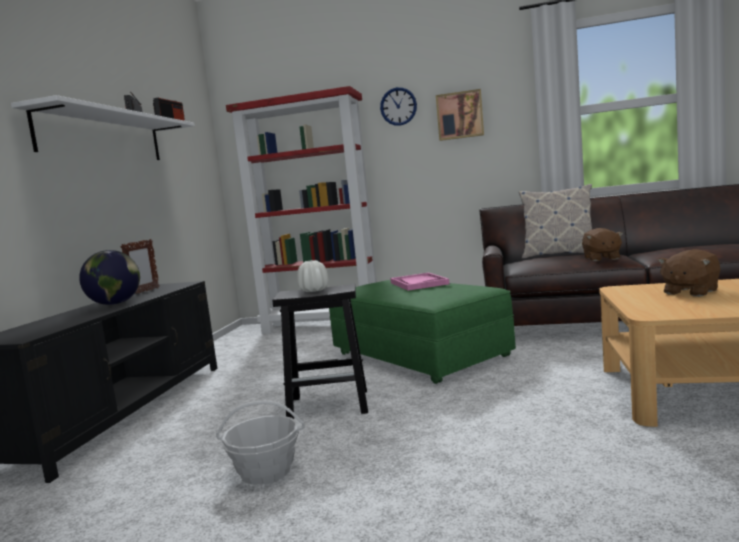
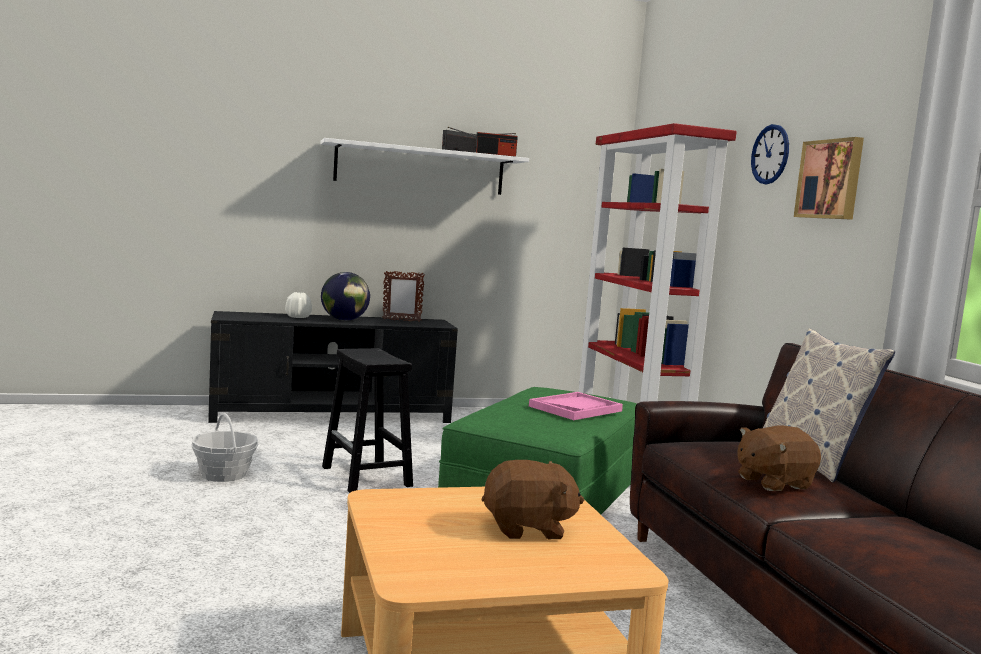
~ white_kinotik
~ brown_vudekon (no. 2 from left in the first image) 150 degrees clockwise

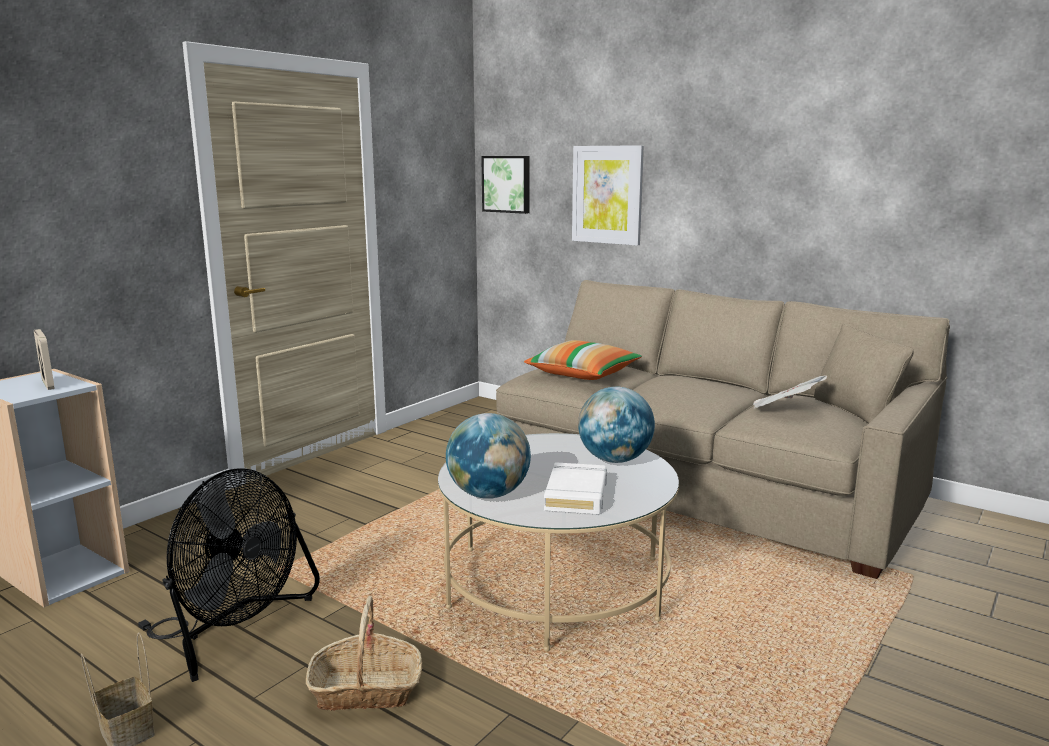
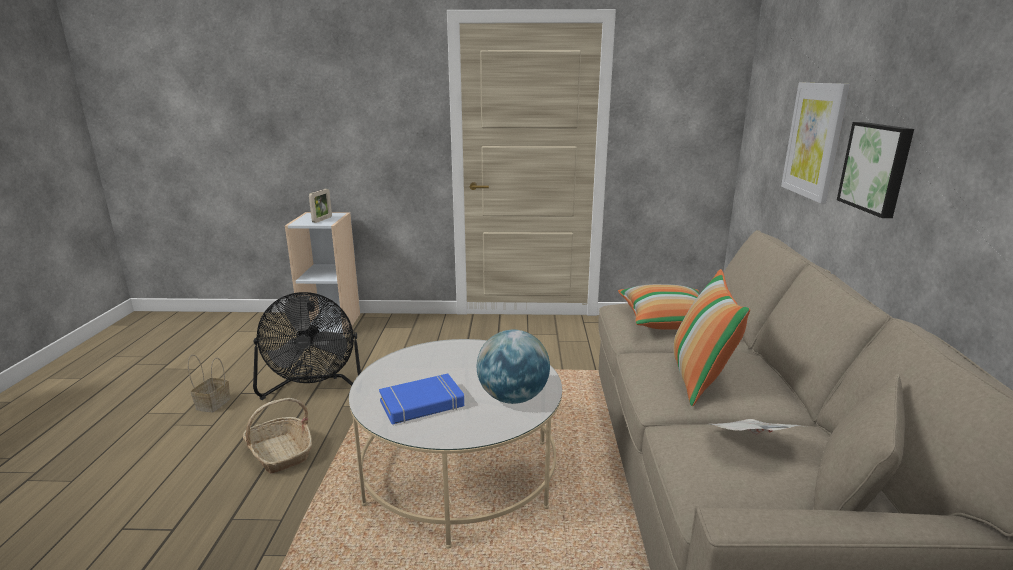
~ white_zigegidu to blue_zigegidu
+ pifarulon (no. 2 from left)
~ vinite (no. 1 from left in the first image) to vinite (no. 2 from left)
- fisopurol (no. 1 from left)

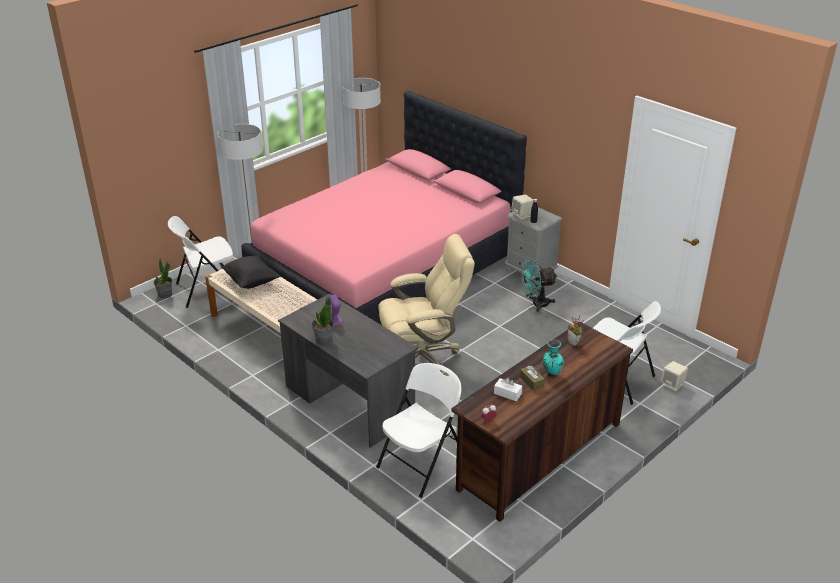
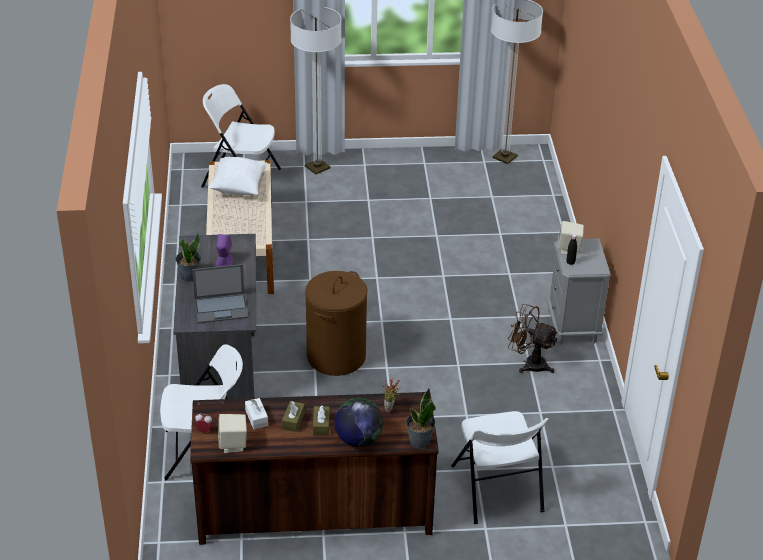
+ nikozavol
~ black_pifarulon to white_pifarulon
~ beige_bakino (no. 2 from left in the first image) to beige_bakino (no. 1 from left)
~ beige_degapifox to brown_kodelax
~ turquoise_kinotik to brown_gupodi (no. 2 from left)
+ fisopurol
~ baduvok (no. 1 from left in the first image) to baduvok (no. 3 from left)
~ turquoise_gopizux to brown_gopizux
- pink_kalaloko

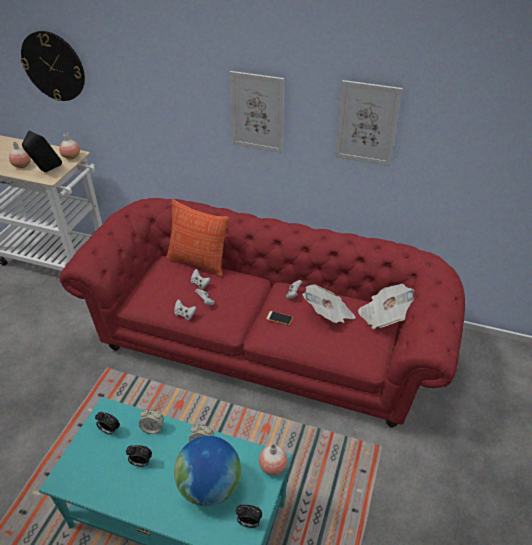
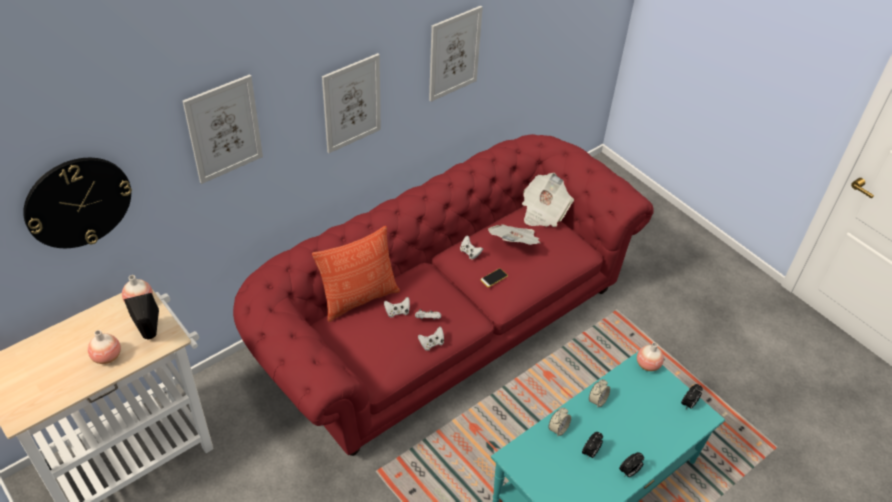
+ vinite (no. 1 from left)
~ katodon (no. 1 from left in the first image) to katodon (no. 4 from left)
- fisopurol

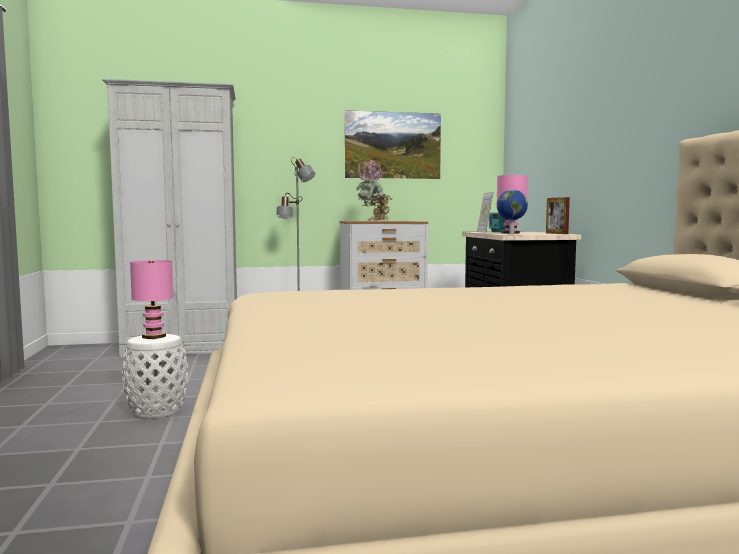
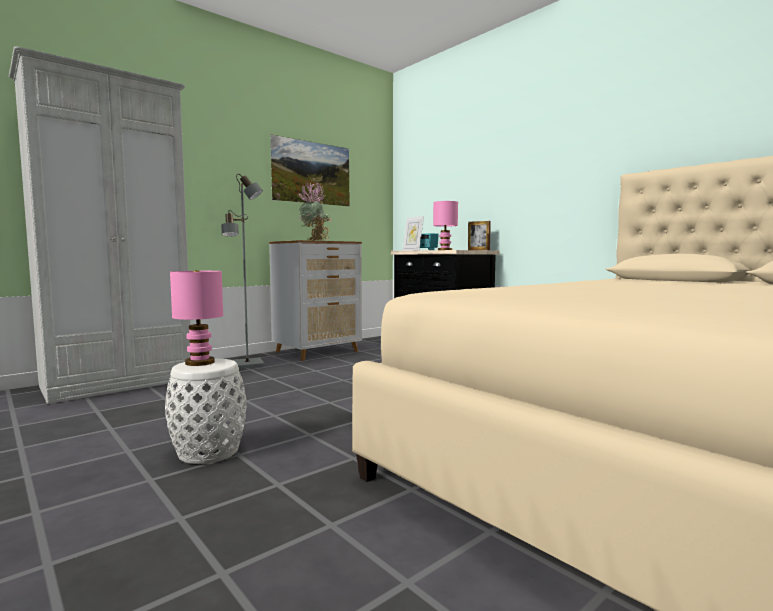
- fisopurol

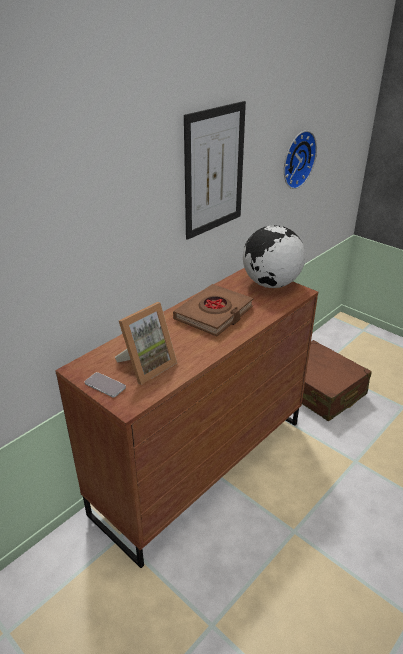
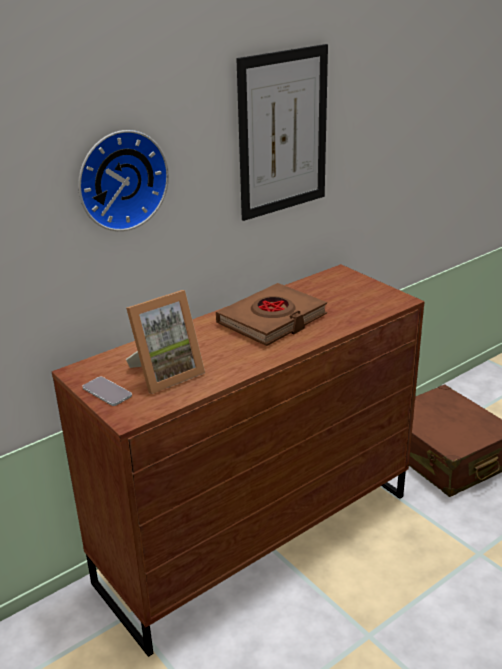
~ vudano
- fisopurol

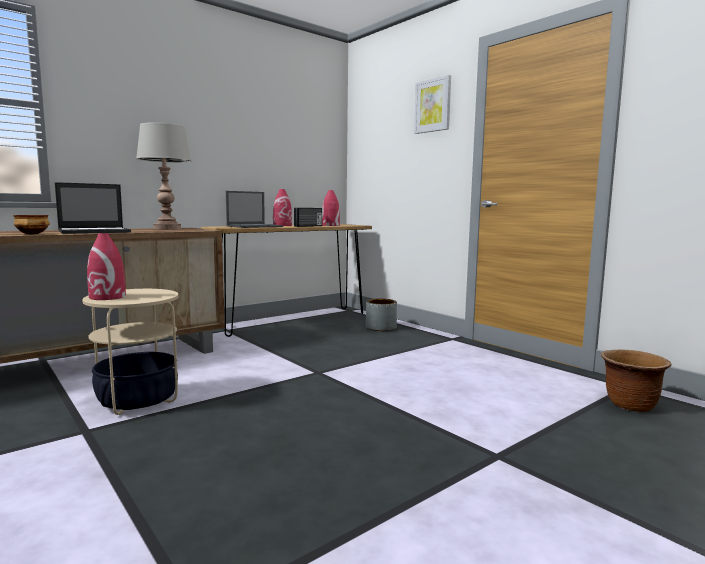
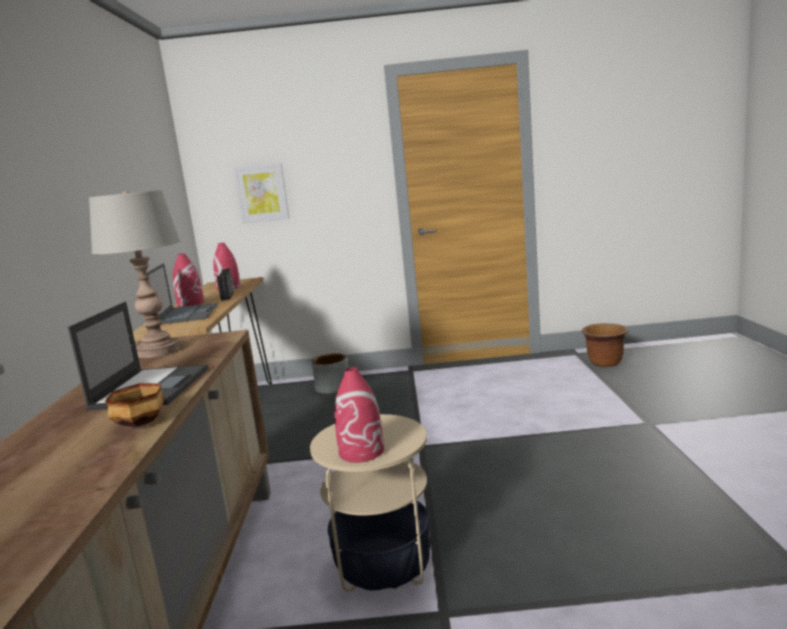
~ vinite

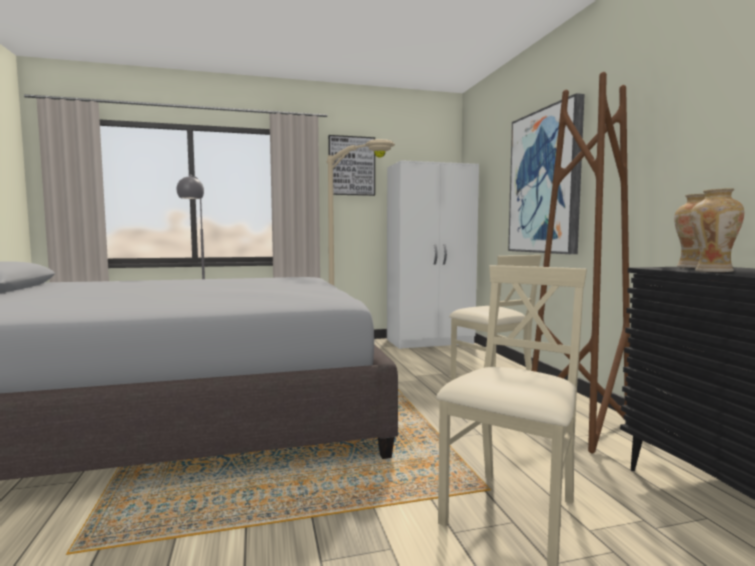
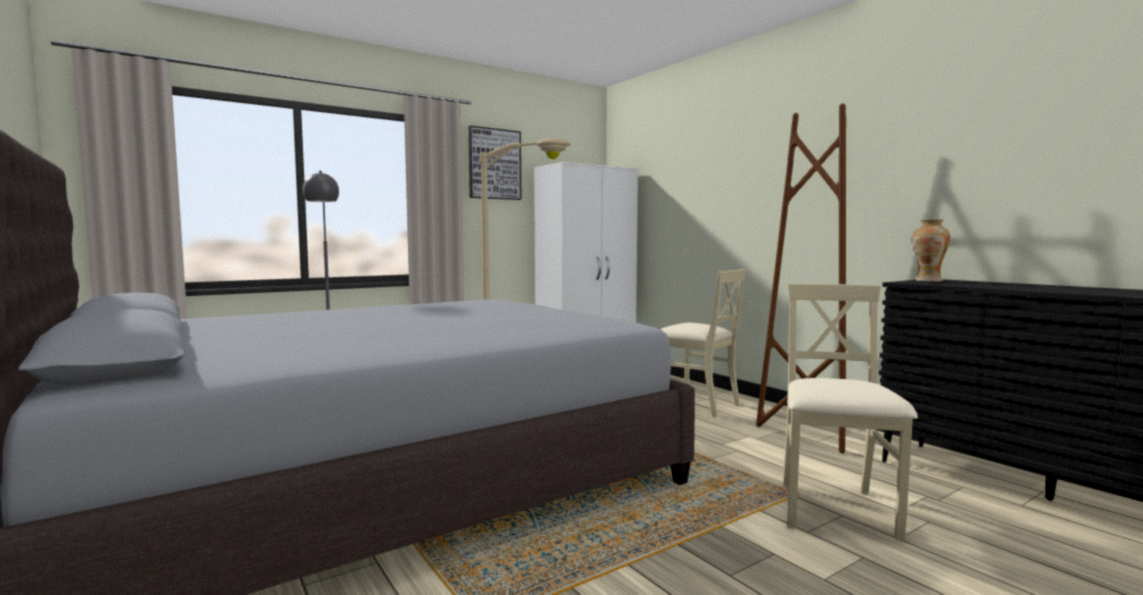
- vinite (no. 2 from left)
- kinotik (no. 2 from left)

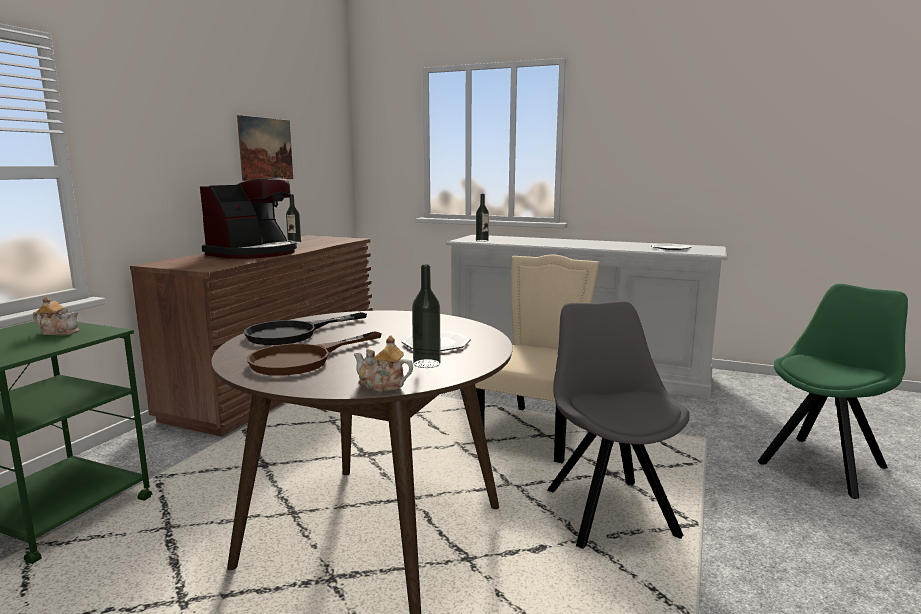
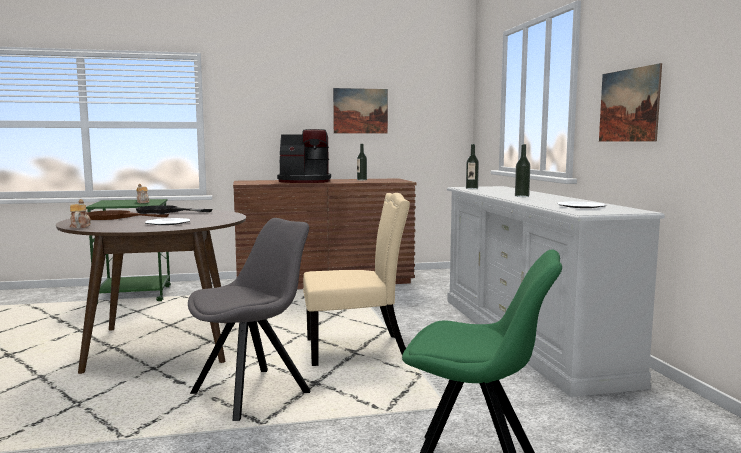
~ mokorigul (no. 2 from left in the first image) to mokorigul (no. 3 from left)
+ vinite (no. 2 from left)

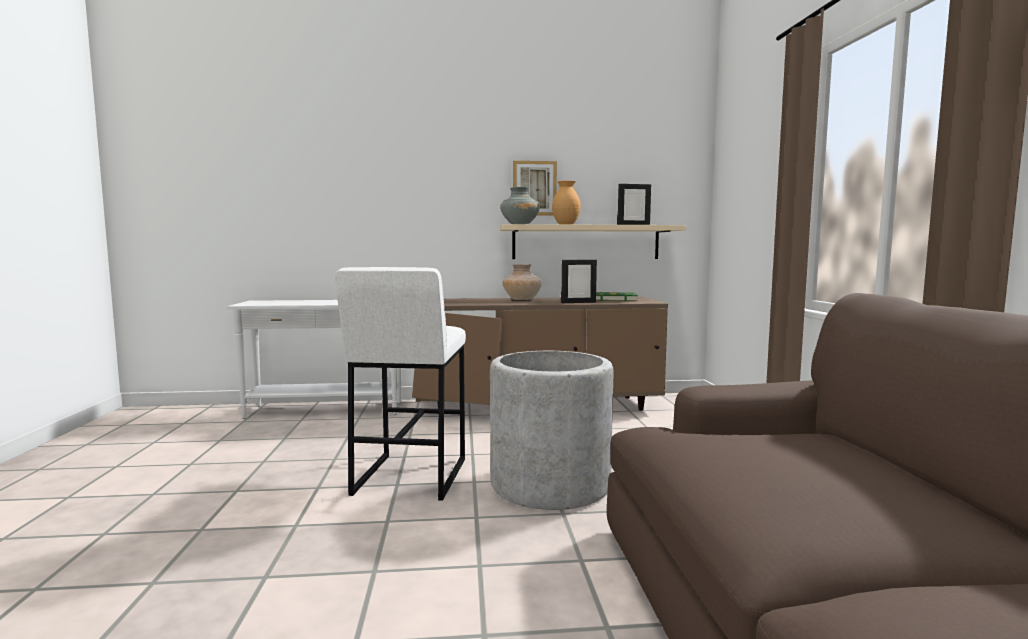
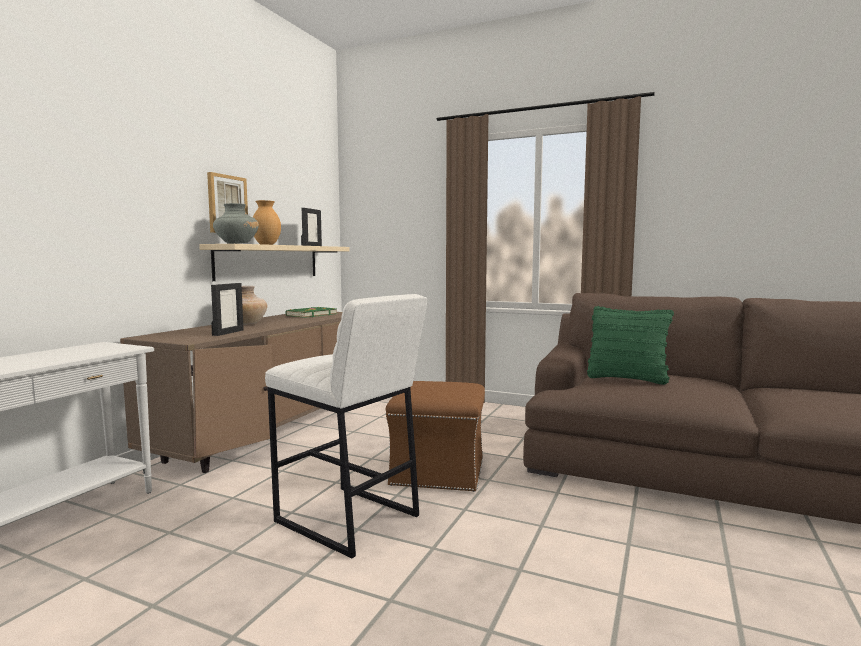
~ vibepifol (no. 1 from left)
~ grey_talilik to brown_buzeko
+ green_pifarulon

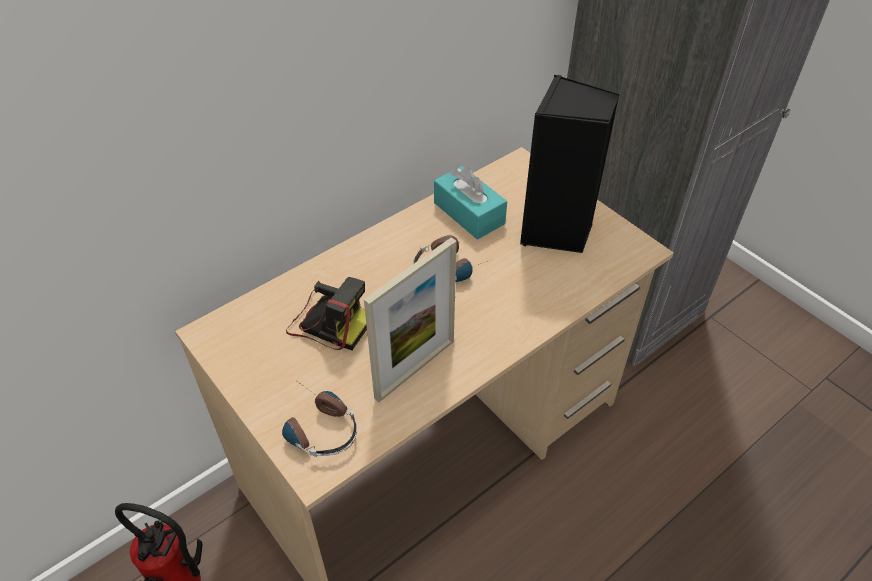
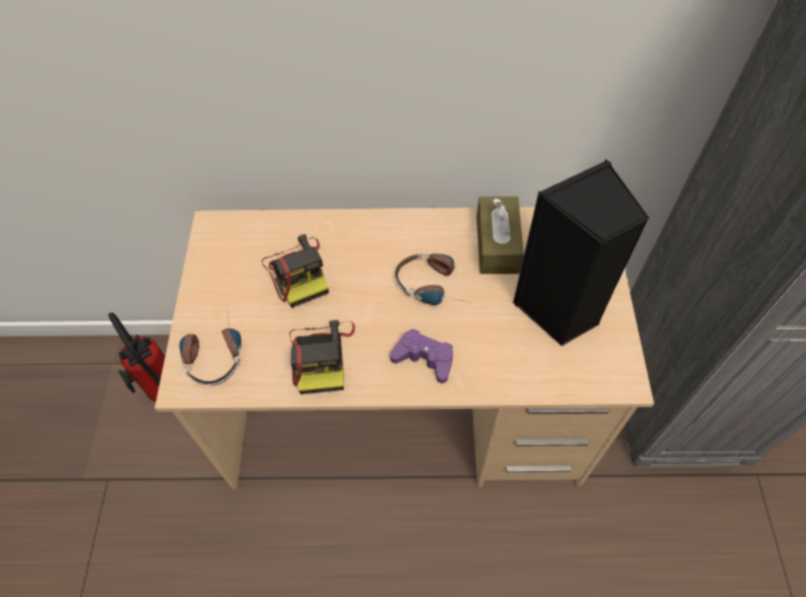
~ vibepifol to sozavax (no. 2 from left)
+ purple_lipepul
~ turquoise_gupodi to brown_gupodi

